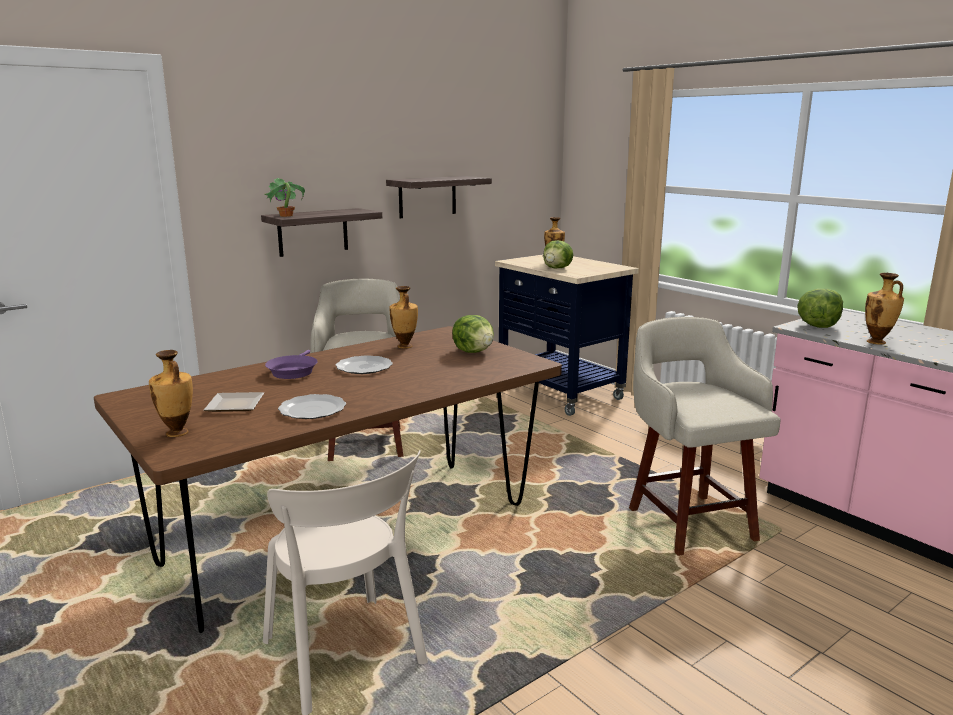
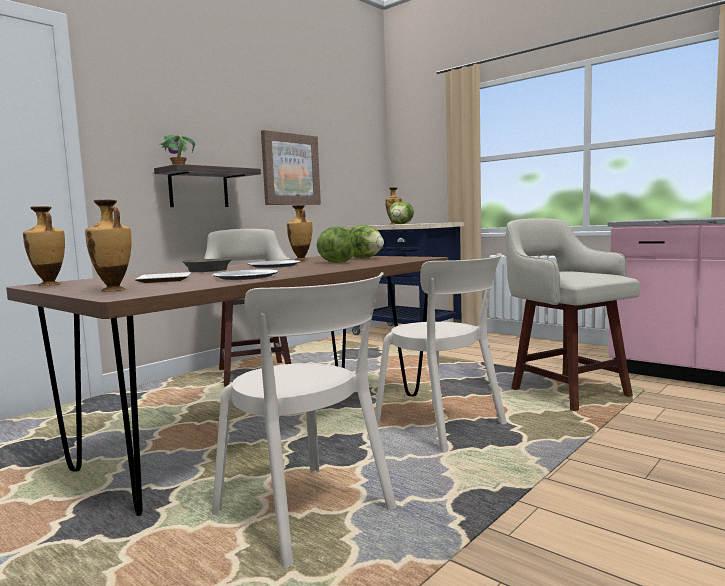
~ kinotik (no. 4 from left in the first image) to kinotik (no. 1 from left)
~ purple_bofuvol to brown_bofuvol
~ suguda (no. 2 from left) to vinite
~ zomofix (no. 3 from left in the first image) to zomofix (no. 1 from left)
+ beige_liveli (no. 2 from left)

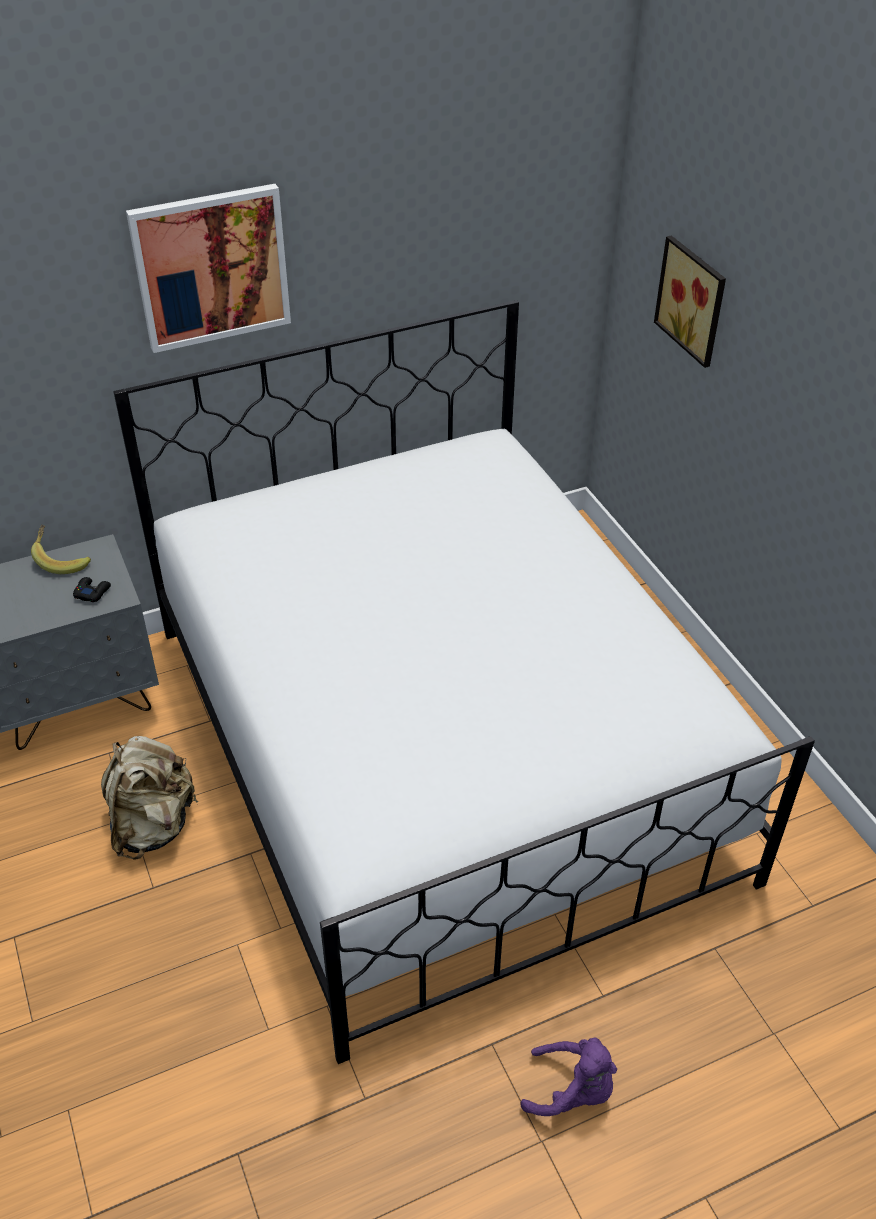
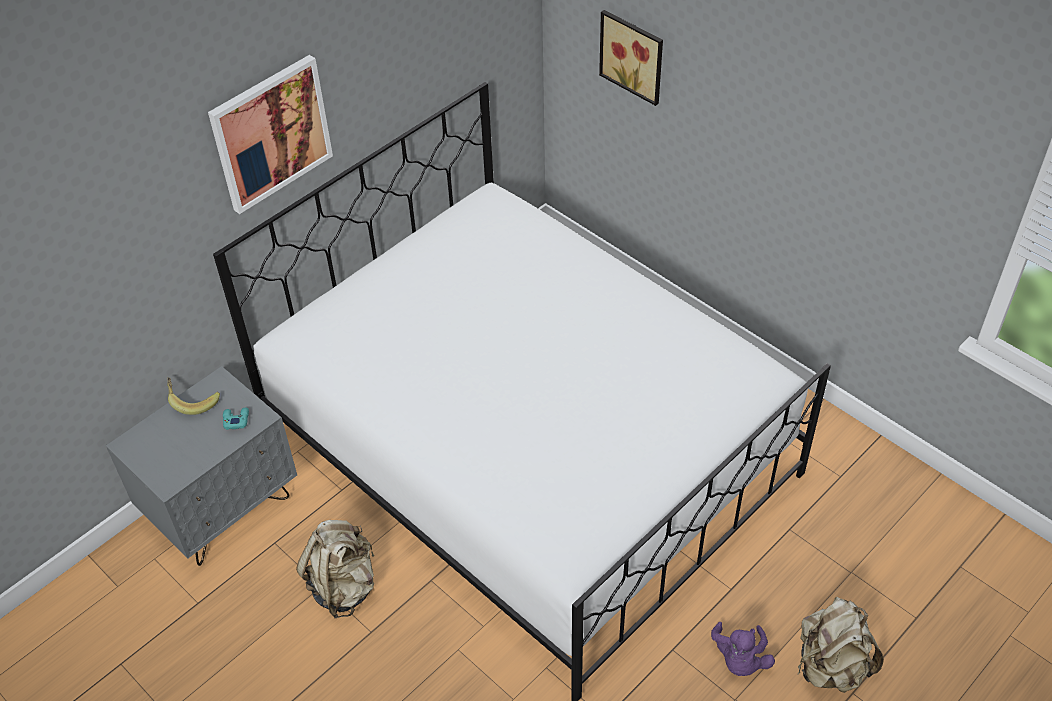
~ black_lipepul to turquoise_lipepul
~ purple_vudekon 105 degrees clockwise
+ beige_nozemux (no. 2 from left)

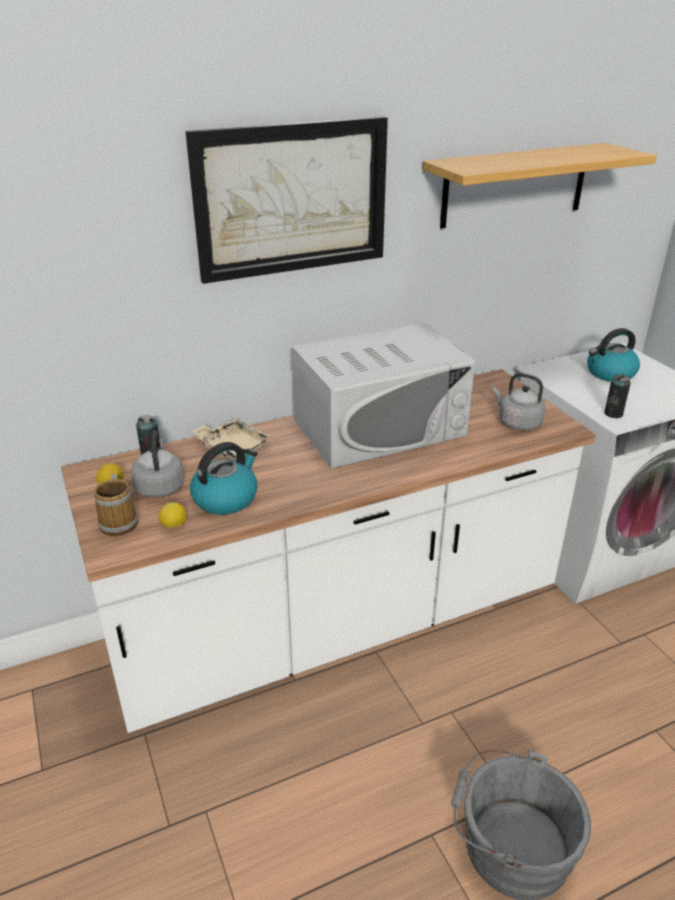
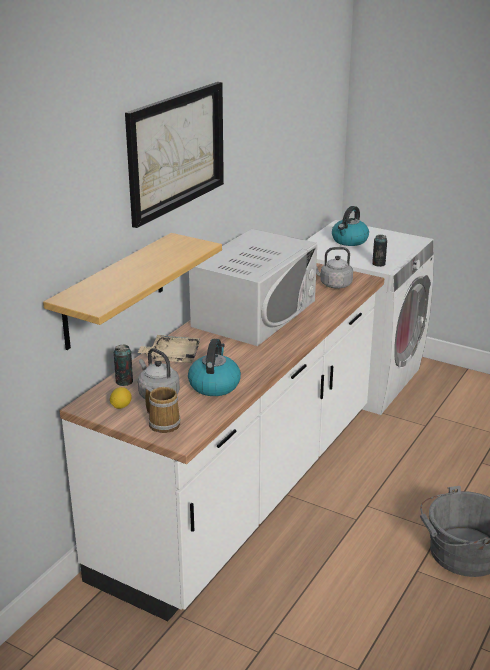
~ suguda
- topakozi (no. 2 from left)

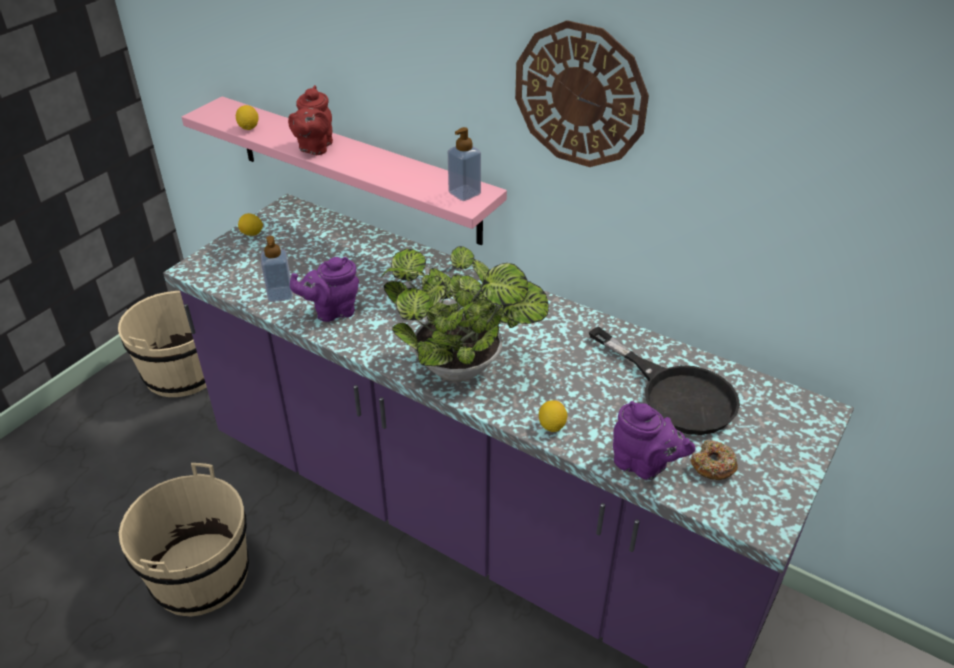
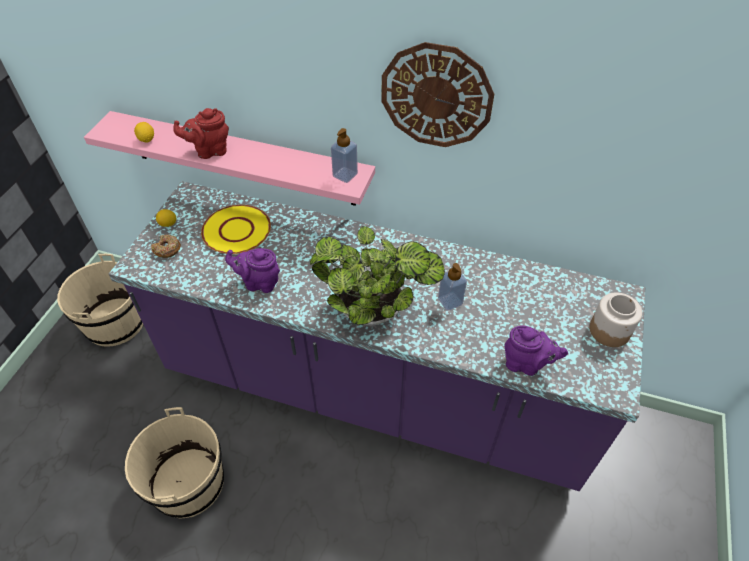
~ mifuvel
~ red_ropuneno 75 degrees clockwise
+ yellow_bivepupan
~ purple_ropuneno (no. 1 from left) 45 degrees clockwise
~ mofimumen (no. 1 from left in the first image) to mofimumen (no. 2 from left)
+ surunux
- topakozi (no. 3 from left)
- black_bofuvol

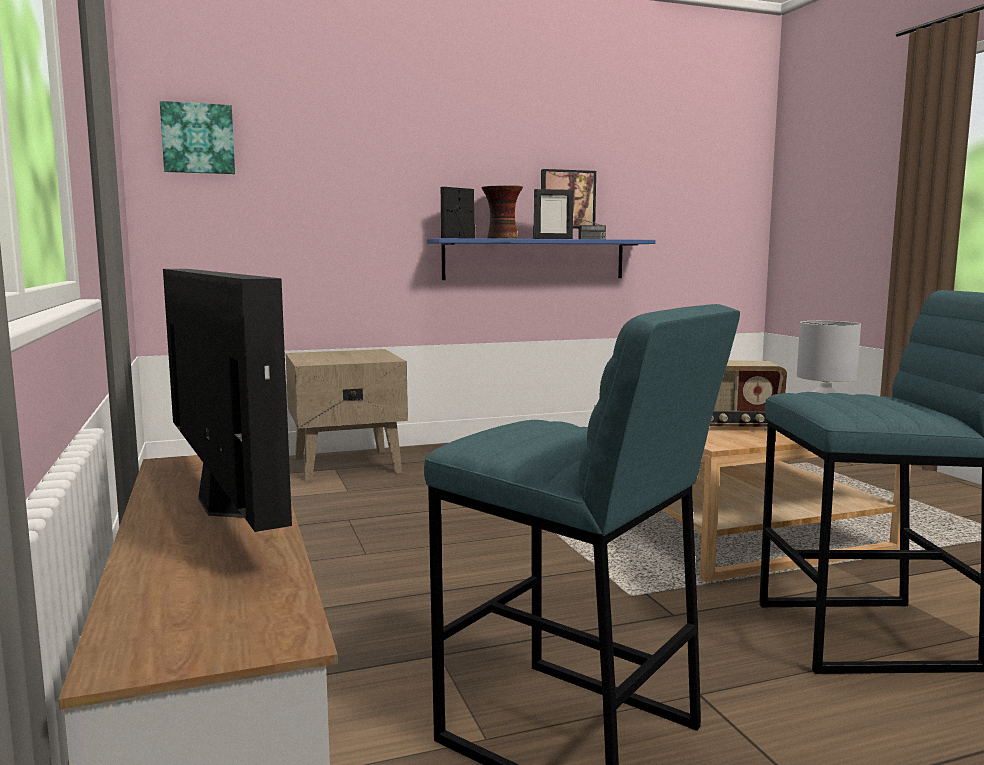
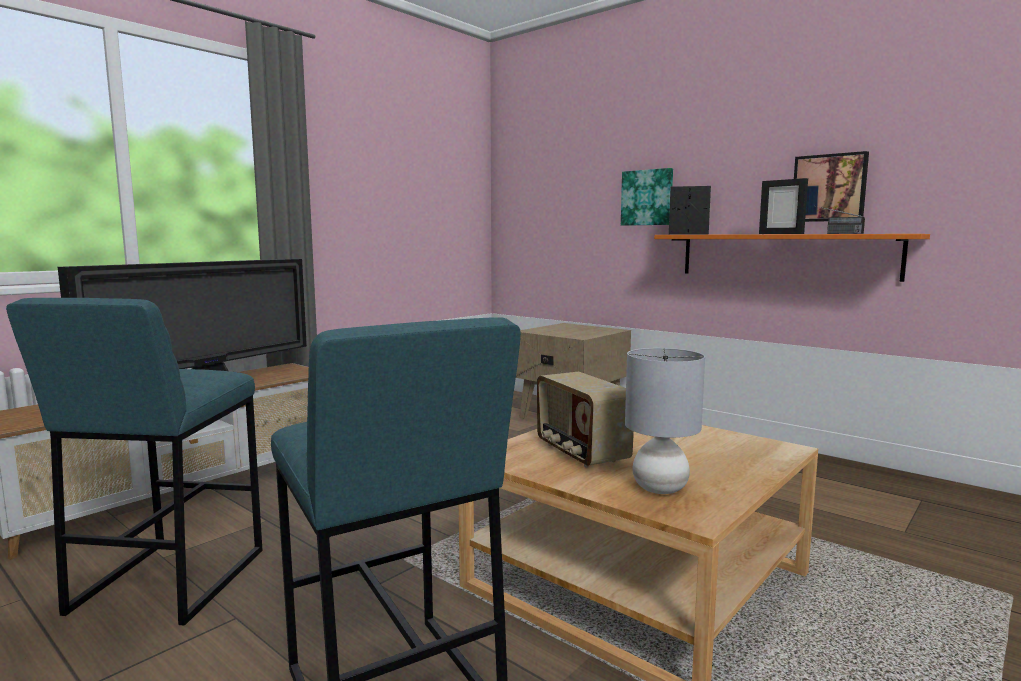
~ vinite (no. 1 from left)
~ blue_suguda to orange_suguda
- kinotik

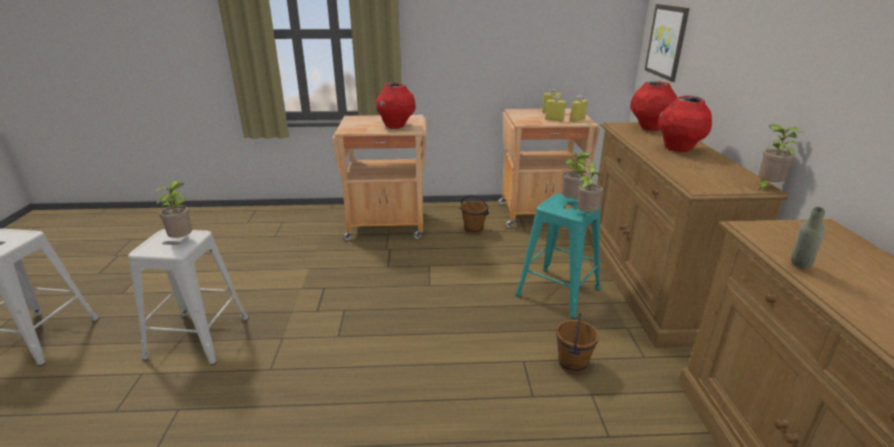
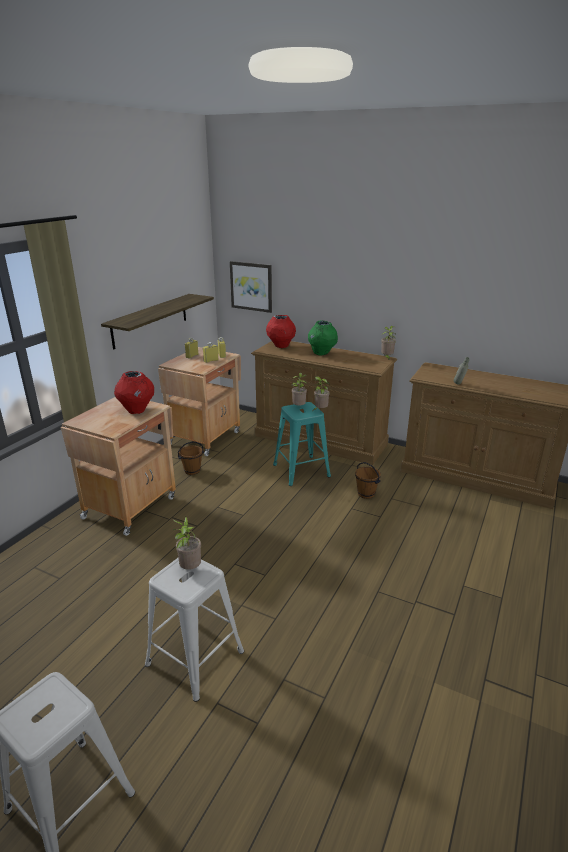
+ suguda
~ red_kinotik (no. 3 from left) to green_kinotik

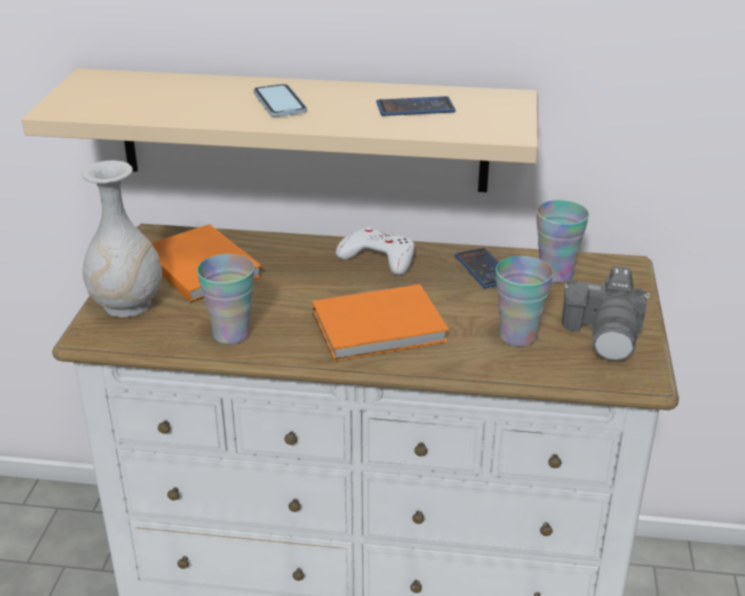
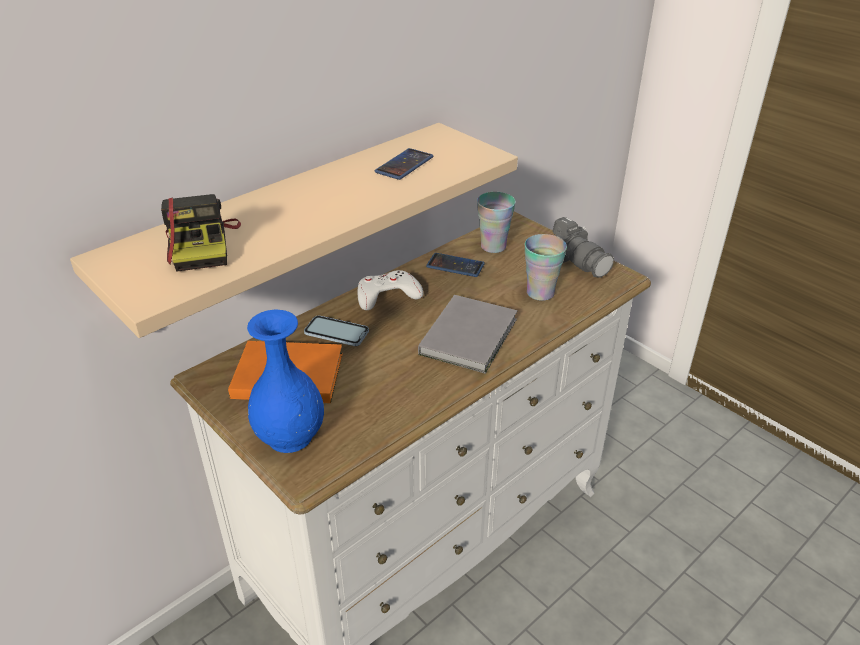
+ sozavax (no. 1 from left)
~ white_kinotik to blue_kinotik
~ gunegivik (no. 1 from left)
~ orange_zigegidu (no. 2 from left) to grey_zigegidu
- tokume (no. 1 from left)

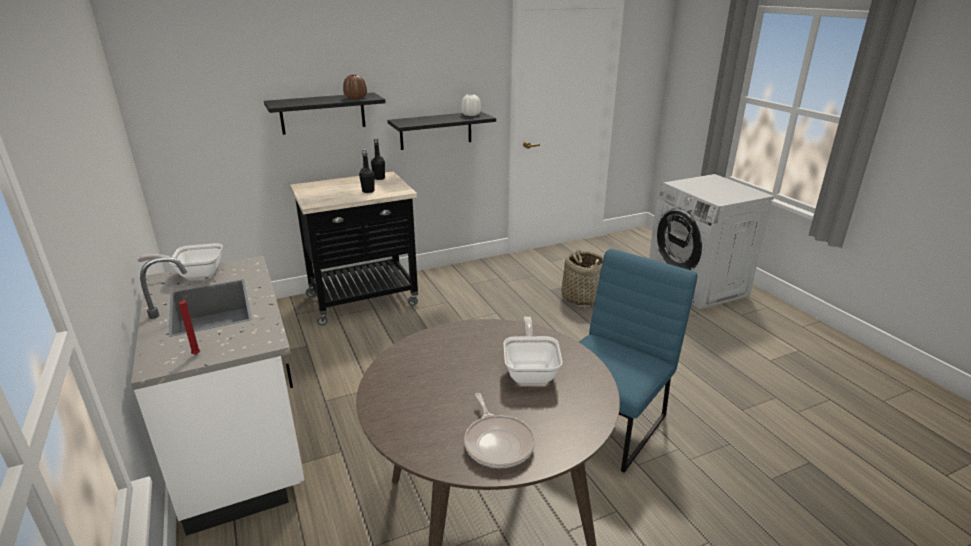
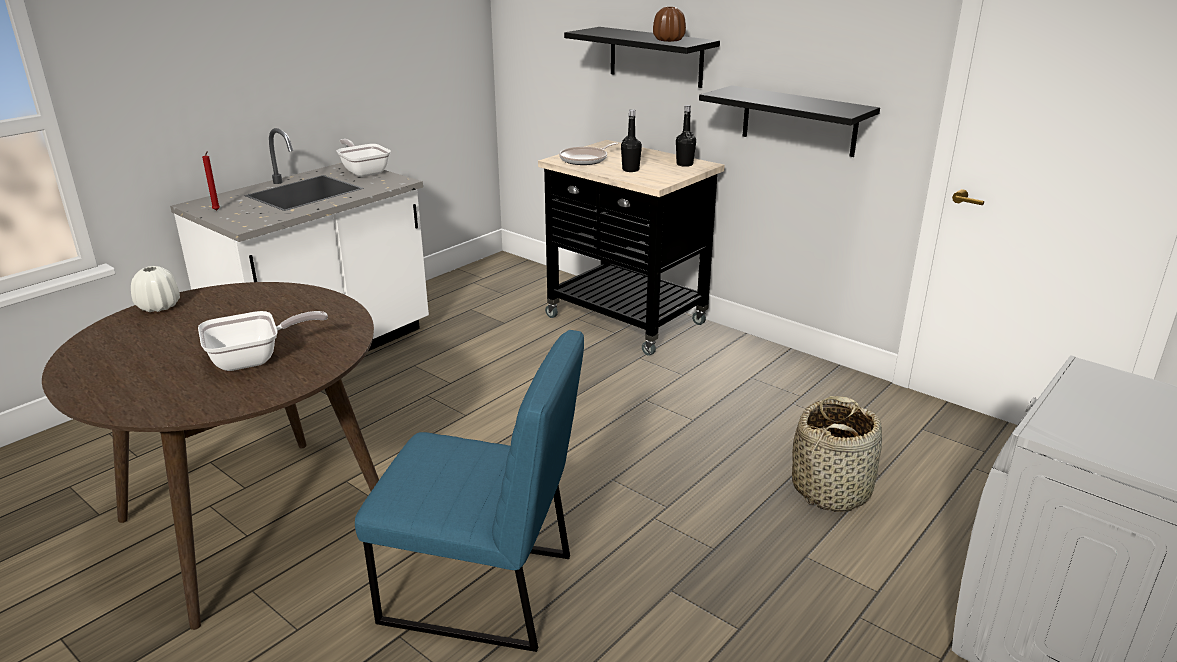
~ white_kinotik
~ bofuvol (no. 2 from left in the first image) to bofuvol (no. 3 from left)

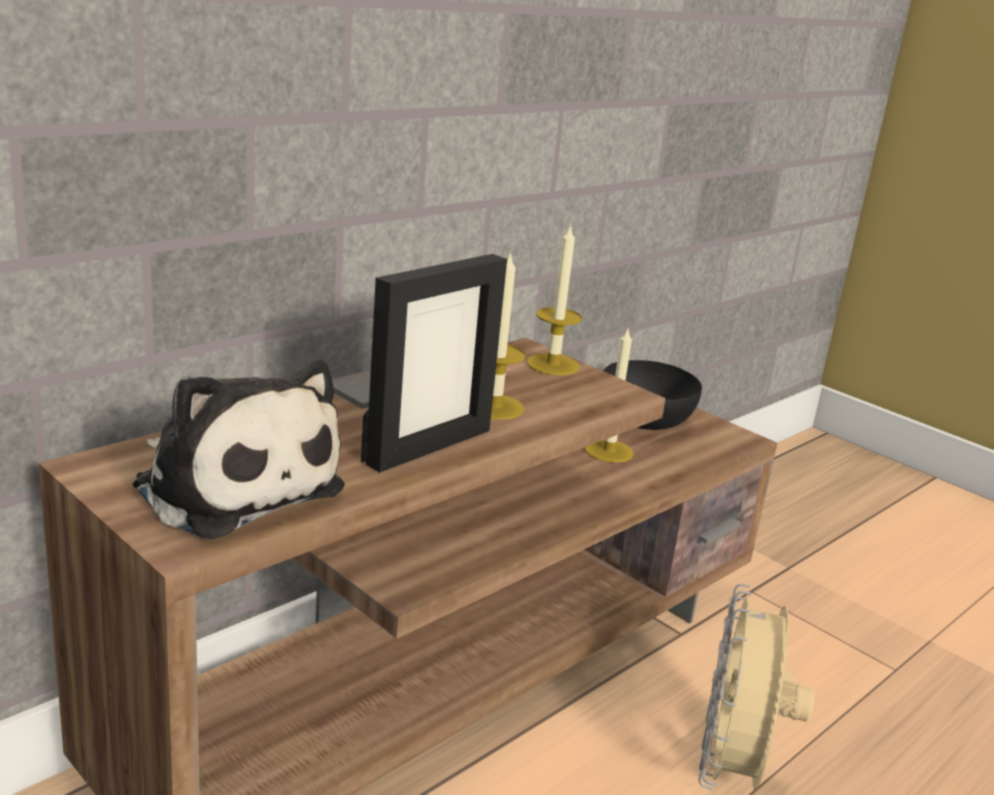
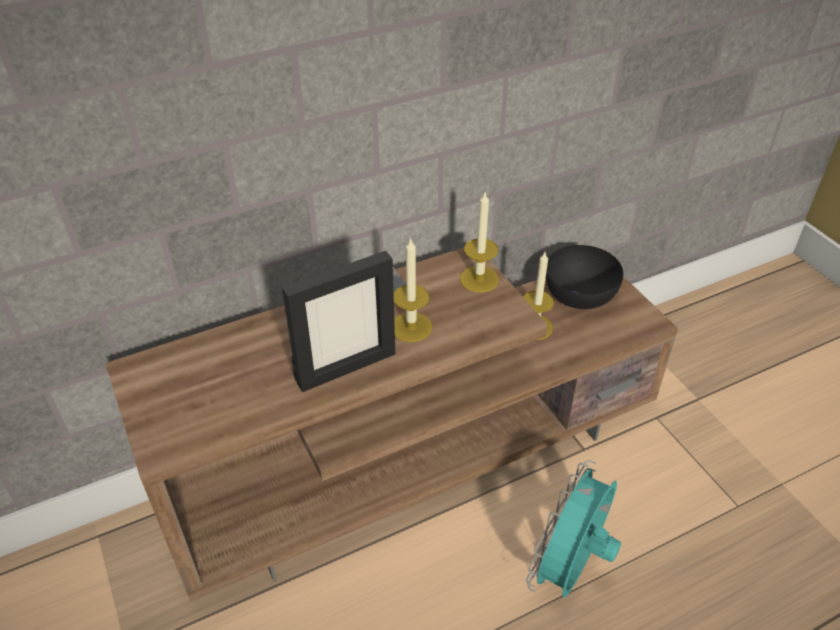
~ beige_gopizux to turquoise_gopizux
- vudekon

